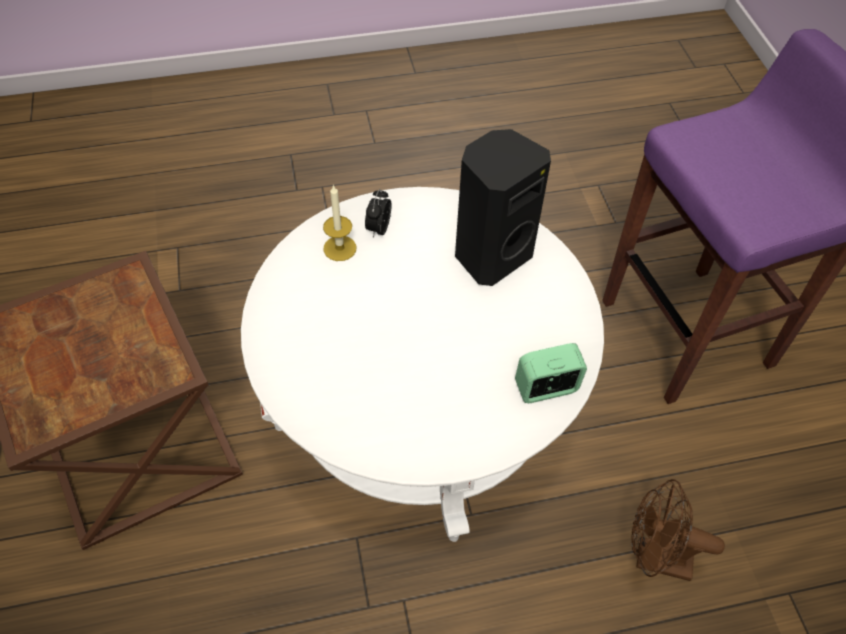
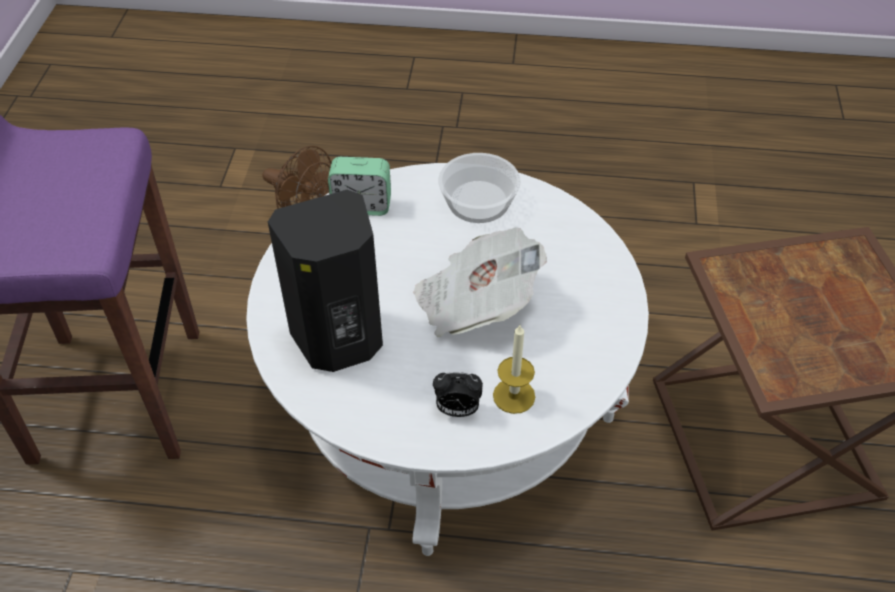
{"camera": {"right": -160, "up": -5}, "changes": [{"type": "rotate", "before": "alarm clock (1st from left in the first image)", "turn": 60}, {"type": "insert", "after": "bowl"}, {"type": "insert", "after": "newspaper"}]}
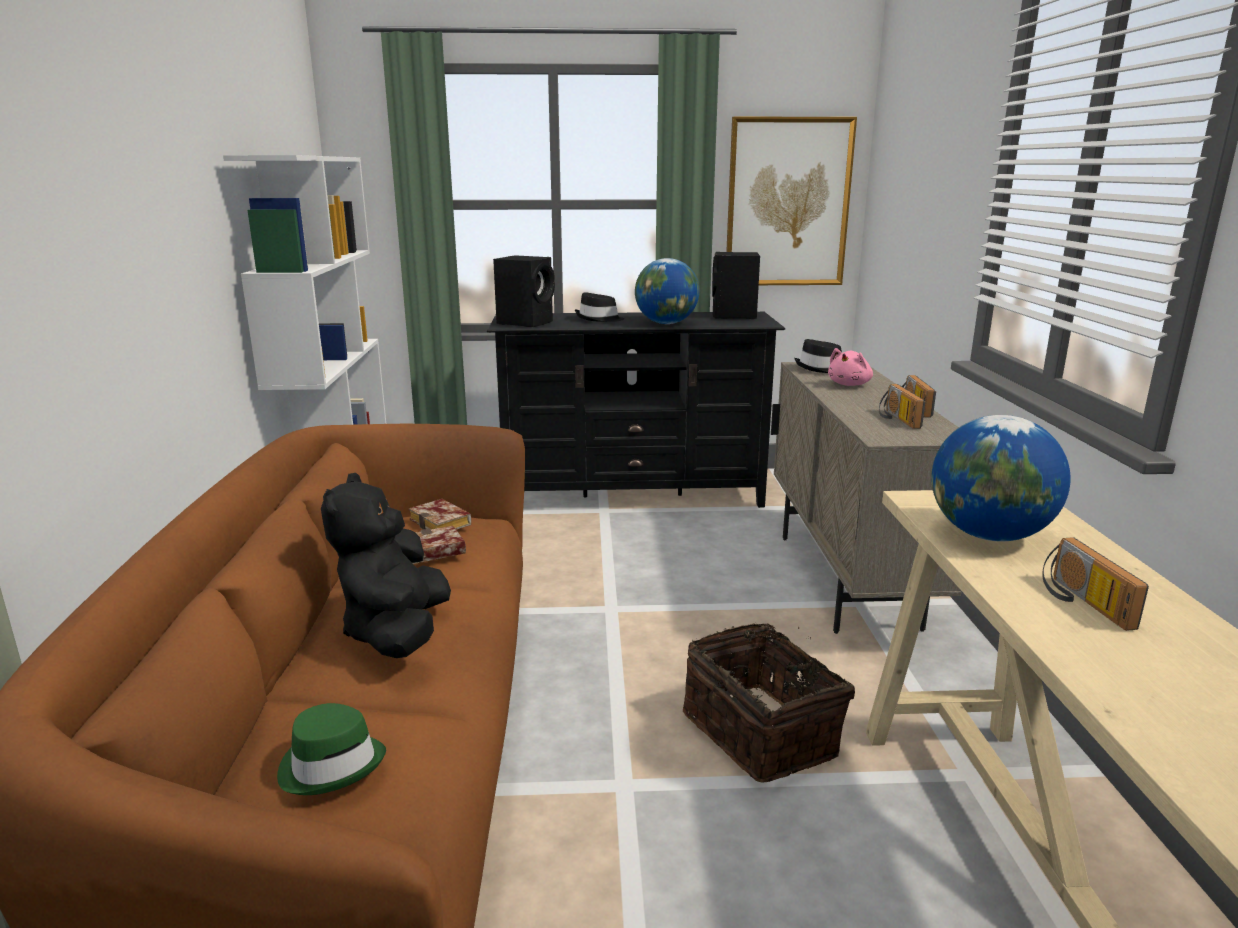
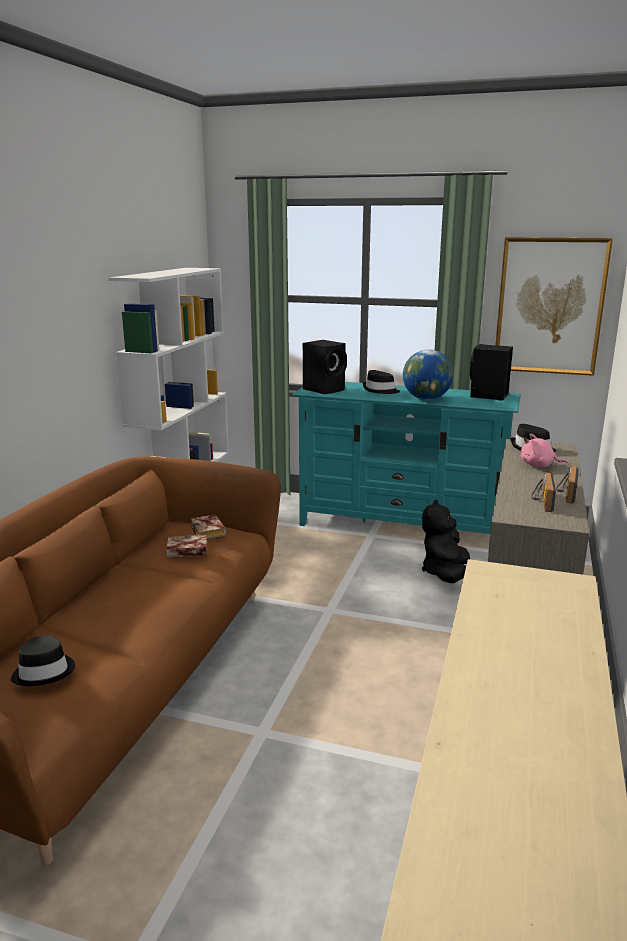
{"camera": {"right": 20, "up": 0}, "changes": [{"type": "recolor", "before": "black tv stand", "after": "turquoise tv stand"}, {"type": "rotate", "before": "pink plush toy", "turn": 45}, {"type": "delete", "before": "globe (2nd from left)"}, {"type": "move", "before": "black plush toy"}, {"type": "delete", "before": "radio (3rd from left)"}, {"type": "delete", "before": "basket"}, {"type": "recolor", "before": "green hat", "after": "black hat (1st from left)"}]}
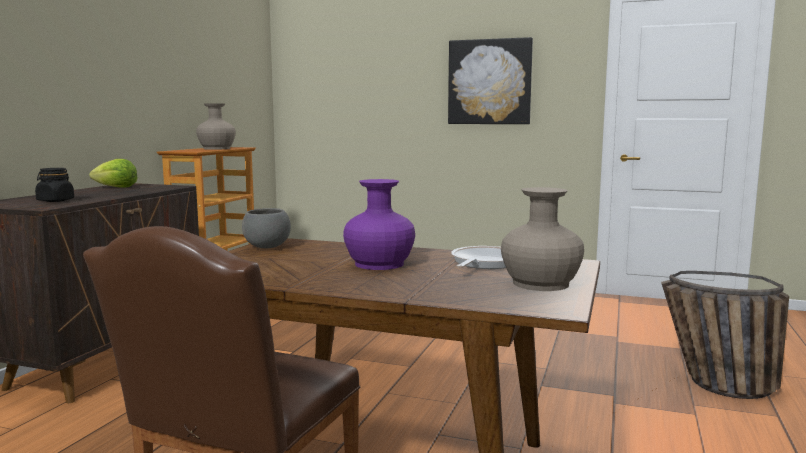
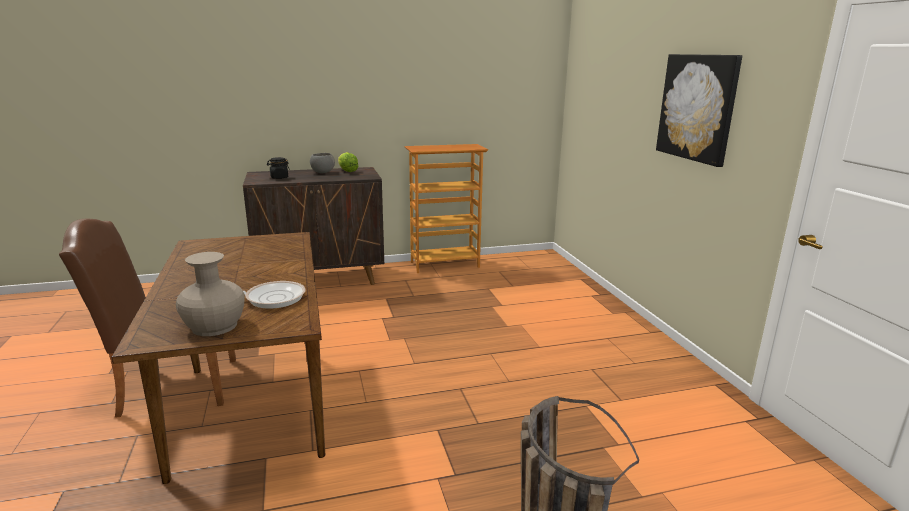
{"camera": {"right": 55, "up": 10}, "changes": [{"type": "delete", "before": "beige vase (1st from left)"}, {"type": "delete", "before": "purple vase"}, {"type": "move", "before": "grey bowl"}]}
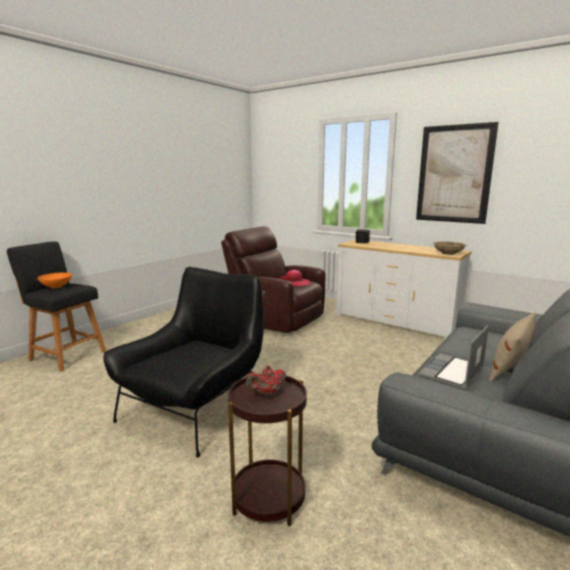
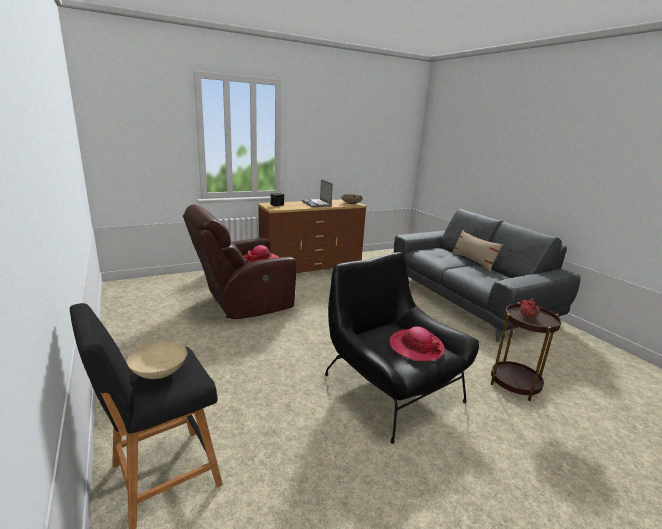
{"camera": {"right": -65, "up": 5}, "changes": [{"type": "delete", "before": "picture"}, {"type": "recolor", "before": "white dresser", "after": "brown dresser"}, {"type": "recolor", "before": "orange bowl", "after": "beige bowl (1st from left)"}, {"type": "move", "before": "laptop"}, {"type": "insert", "after": "hat (2nd from left)"}]}
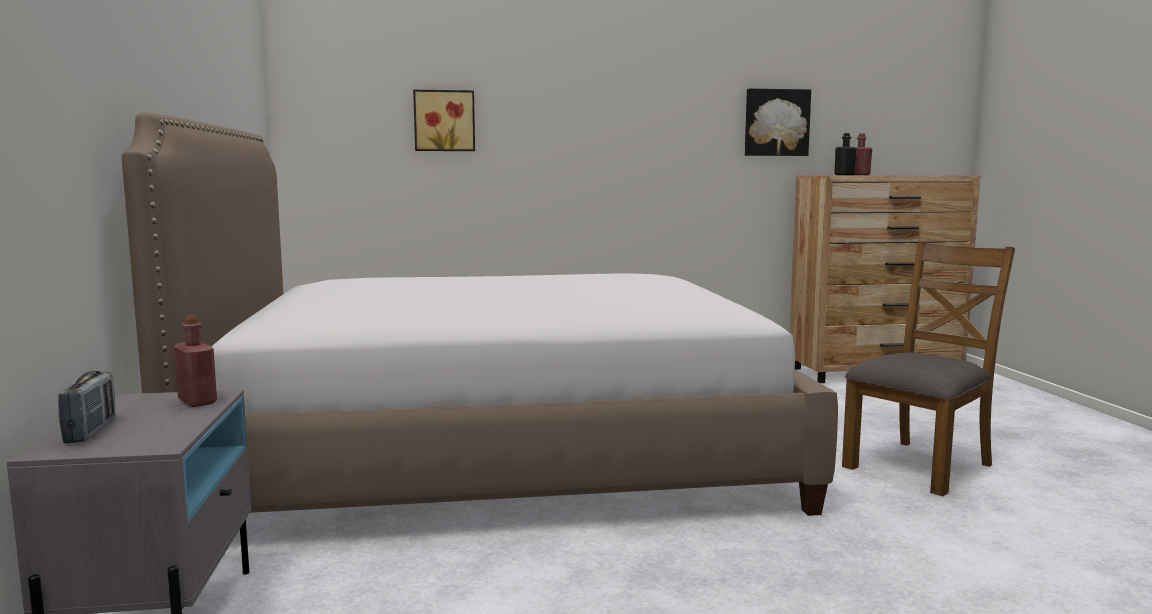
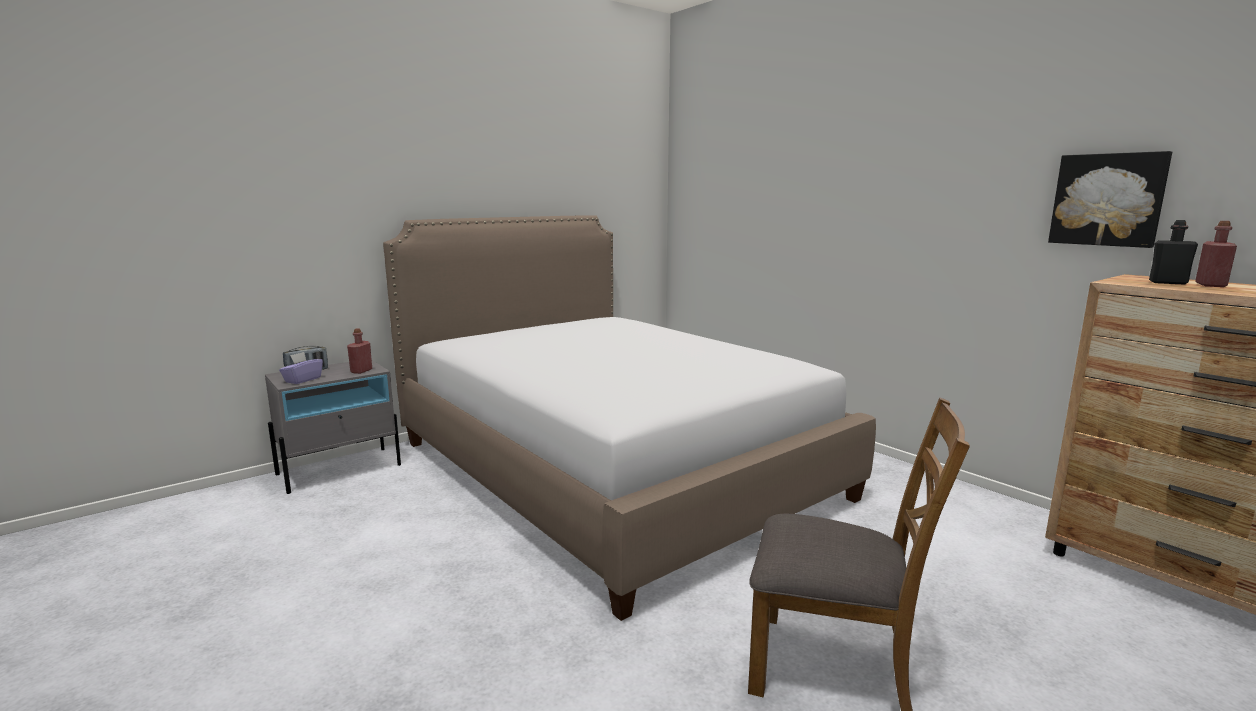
{"camera": {"right": 60, "up": 5}, "changes": [{"type": "delete", "before": "picture (1st from left)"}, {"type": "insert", "after": "purple tissue box"}]}
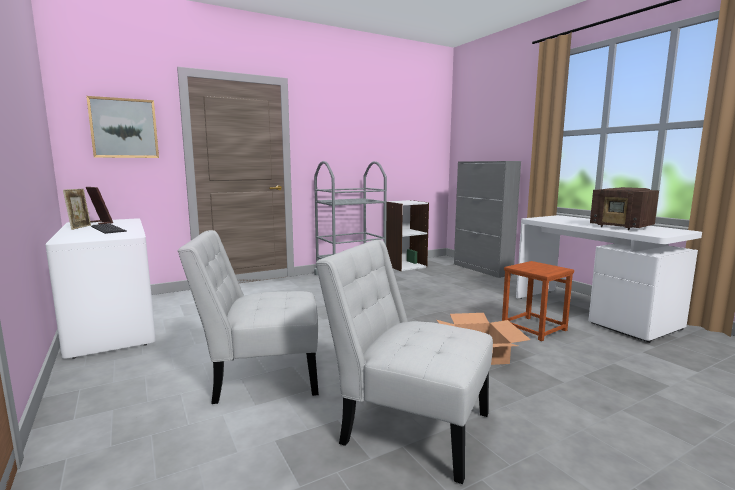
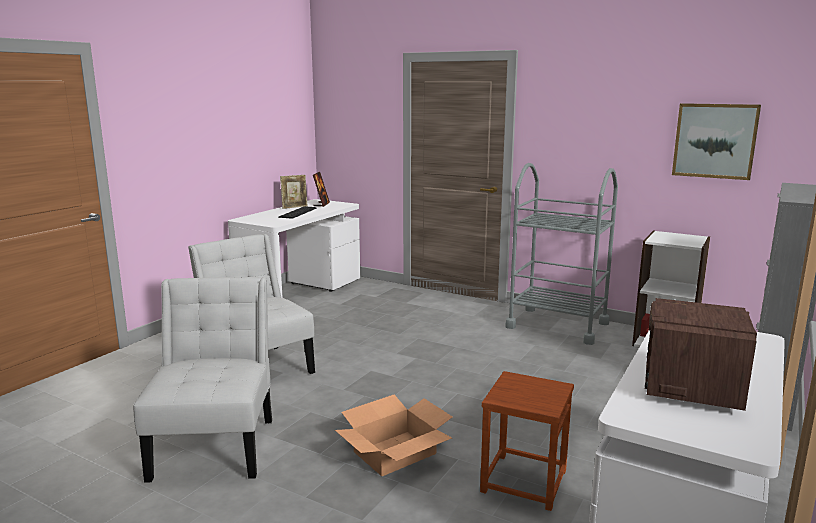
{"camera": {"right": 60, "up": 5}, "changes": [{"type": "move", "before": "picture"}]}
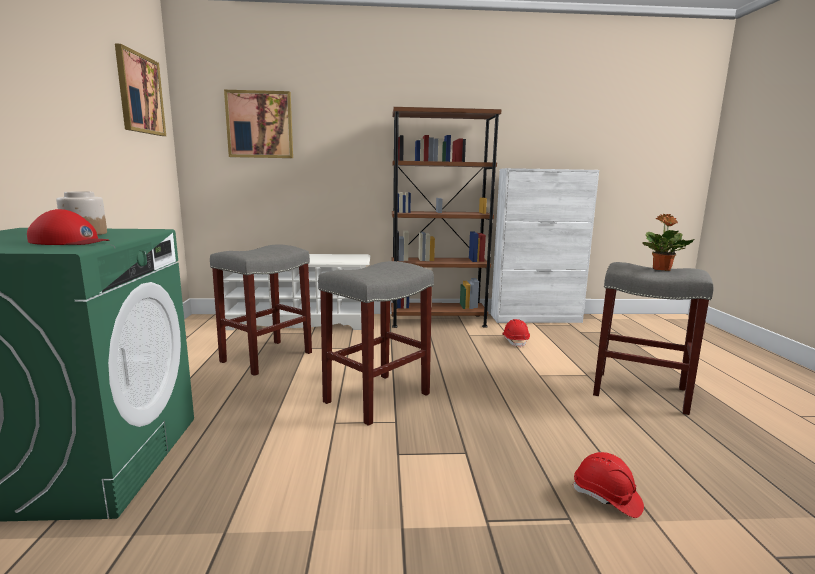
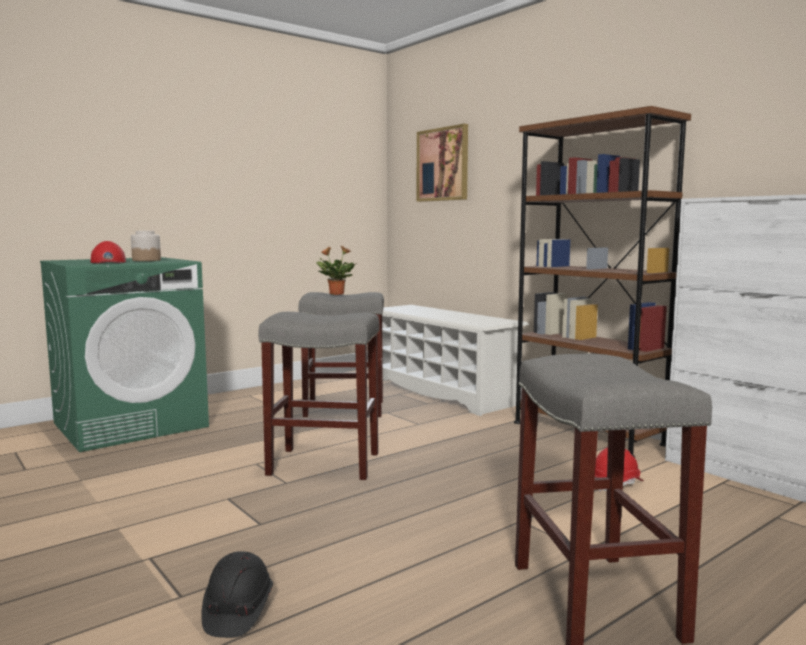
{"camera": {"right": 55, "up": -5}, "changes": [{"type": "delete", "before": "picture (1st from left)"}, {"type": "move", "before": "potted plant"}, {"type": "recolor", "before": "red hard hat (2nd from left)", "after": "black hard hat"}]}
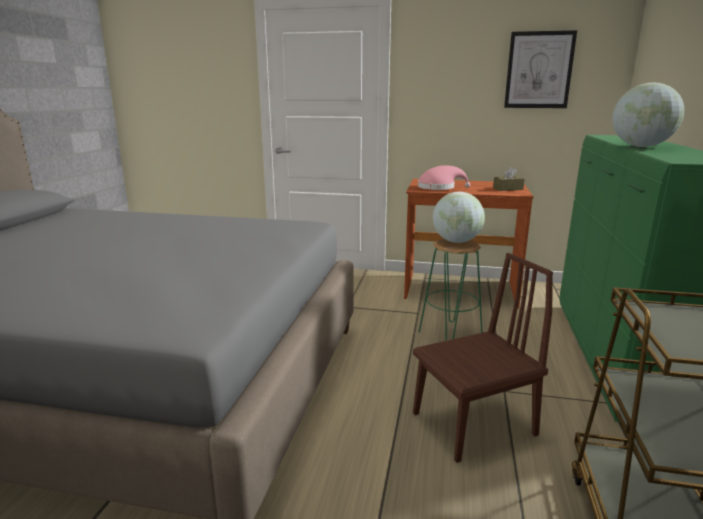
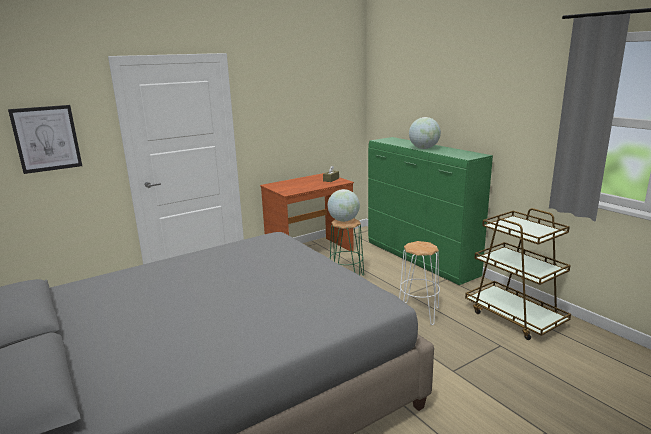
{"camera": {"right": -45, "up": 0}, "changes": [{"type": "move", "before": "picture"}, {"type": "delete", "before": "pink hat"}, {"type": "replace", "before": "brown chair", "after": "white stool"}]}
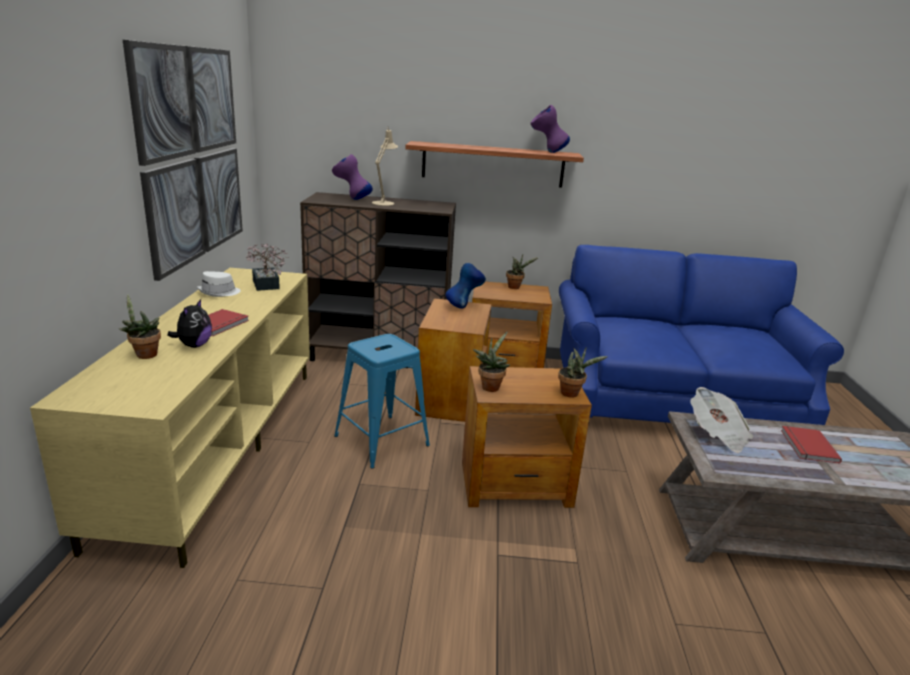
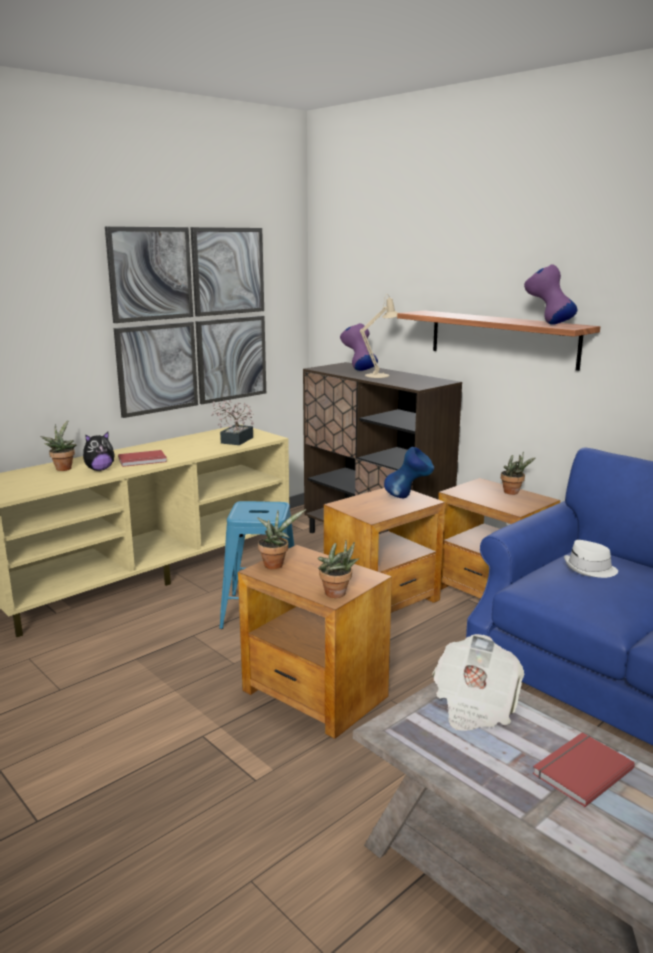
{"camera": {"right": 45, "up": -5}, "changes": [{"type": "move", "before": "white hat"}]}
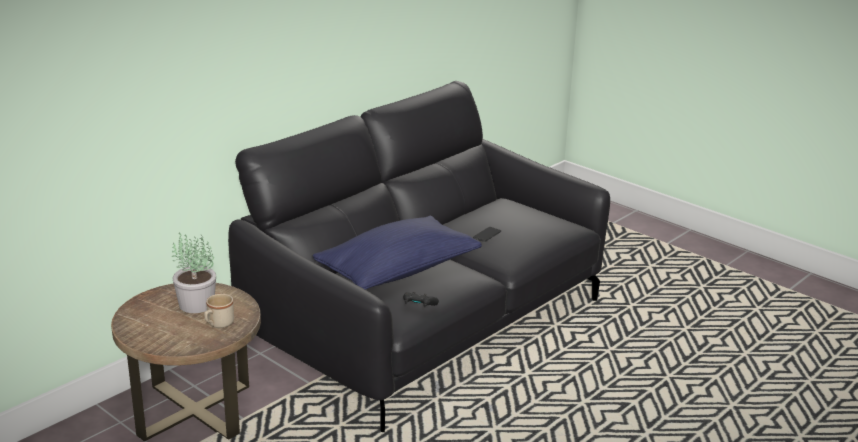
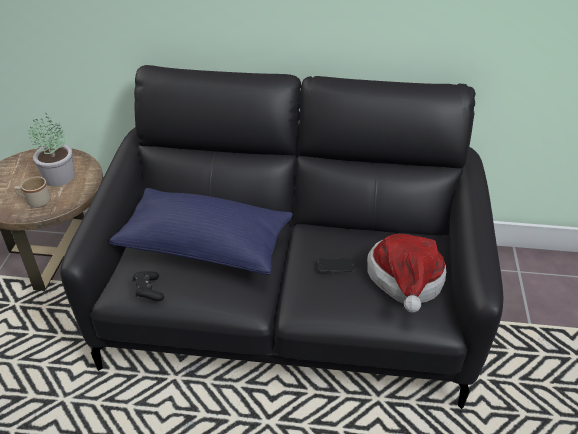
{"camera": {"right": 55, "up": 15}, "changes": [{"type": "insert", "after": "hat"}]}
